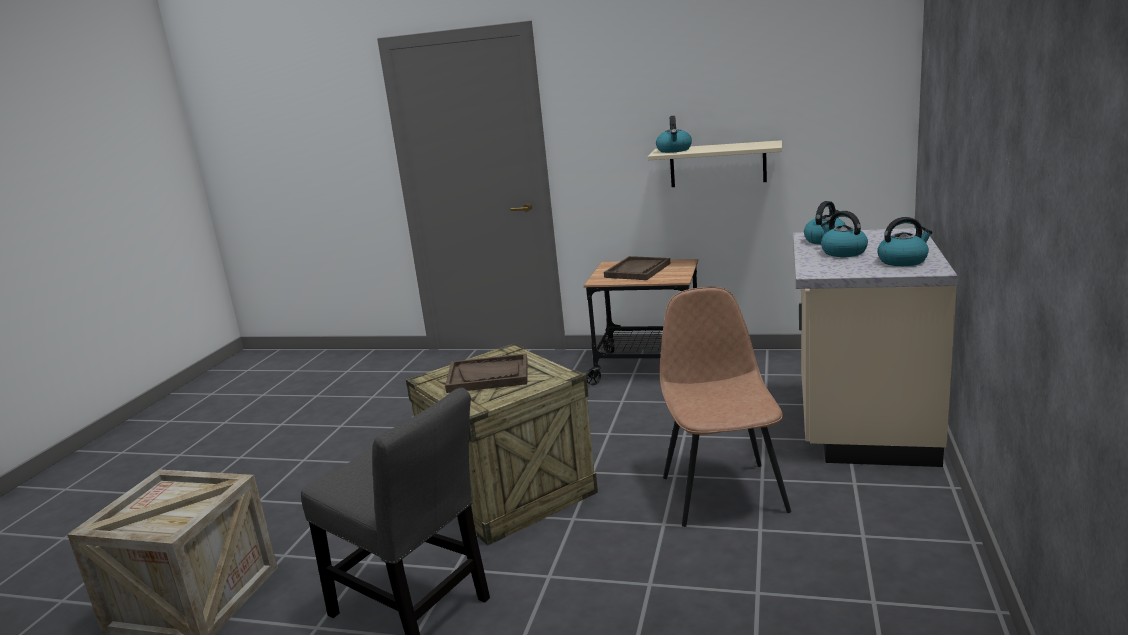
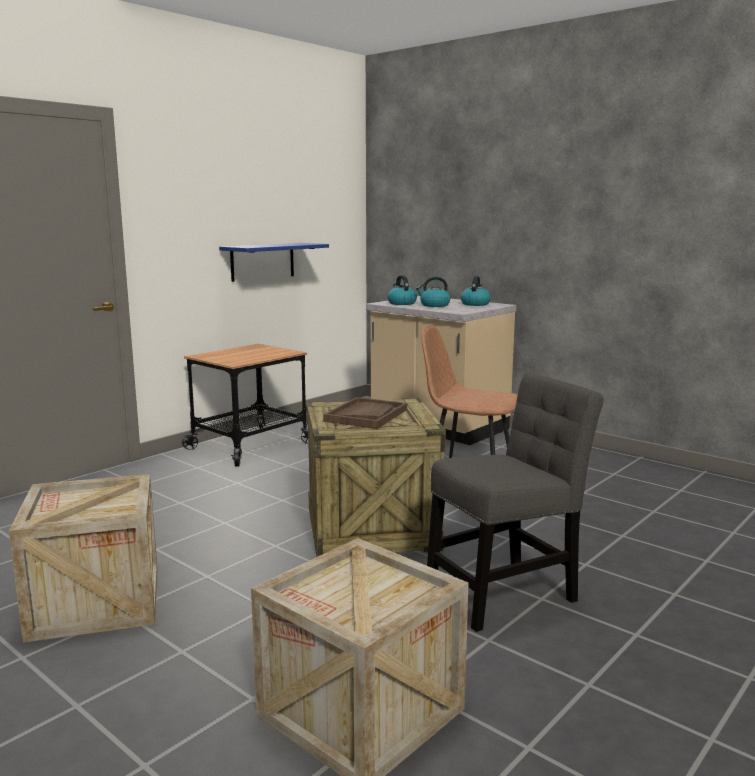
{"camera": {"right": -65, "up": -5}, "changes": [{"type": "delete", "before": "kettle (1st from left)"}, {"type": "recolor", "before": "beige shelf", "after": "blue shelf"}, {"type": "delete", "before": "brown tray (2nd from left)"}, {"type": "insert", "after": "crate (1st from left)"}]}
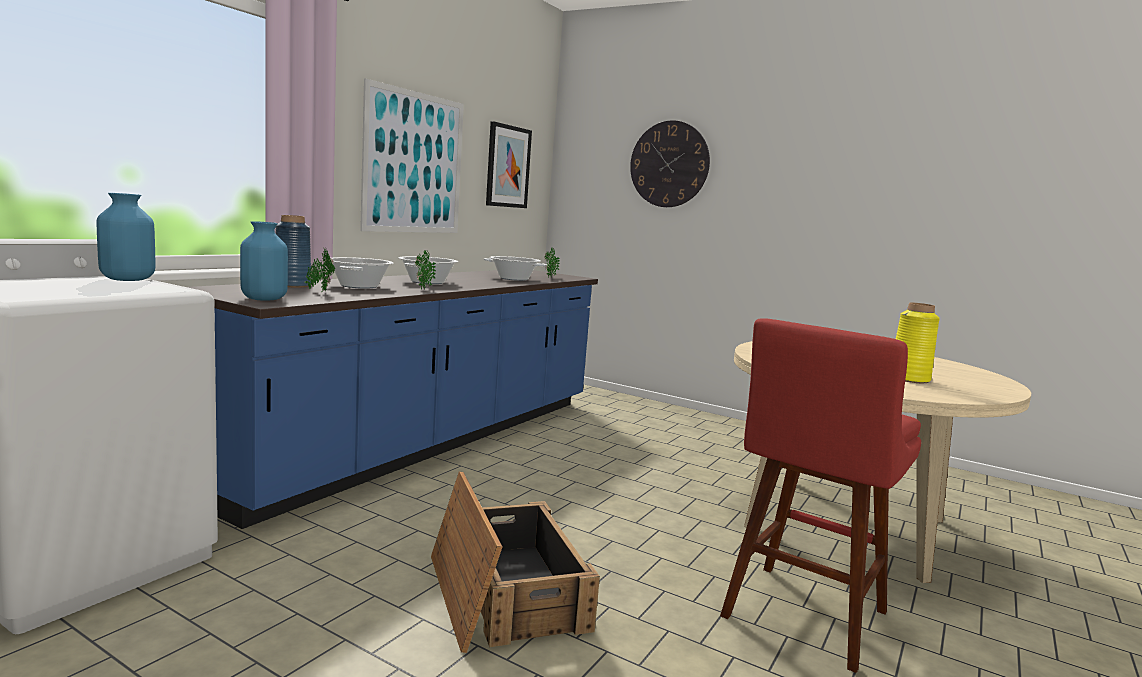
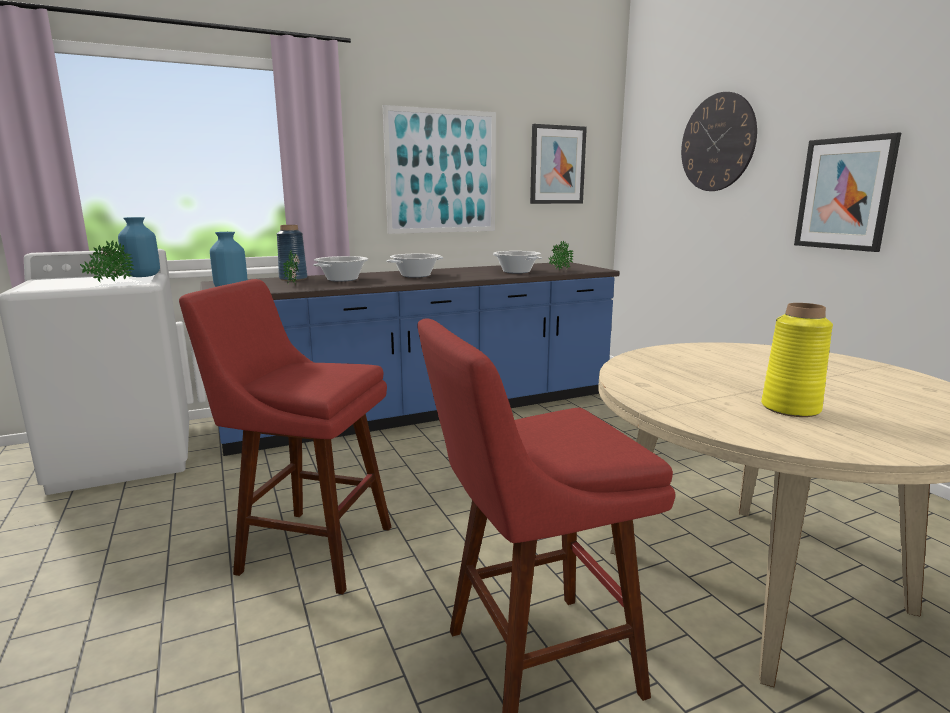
{"camera": {"right": 35, "up": 5}, "changes": [{"type": "move", "before": "potted plant (2nd from left in the first image)", "after": "potted plant (1st from left)"}, {"type": "replace", "before": "crate", "after": "red stool (1st from left)"}, {"type": "insert", "after": "picture (3rd from left)"}]}
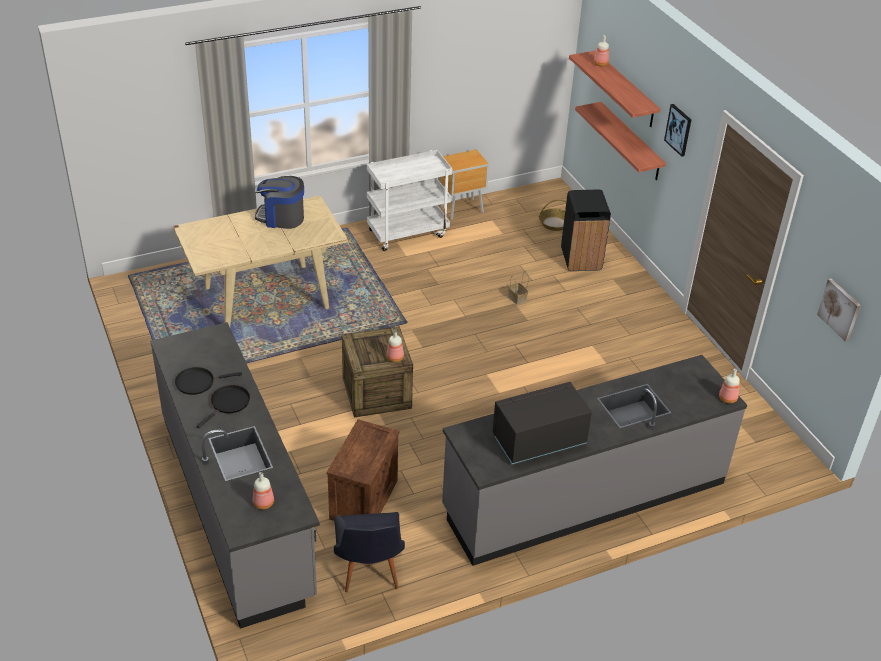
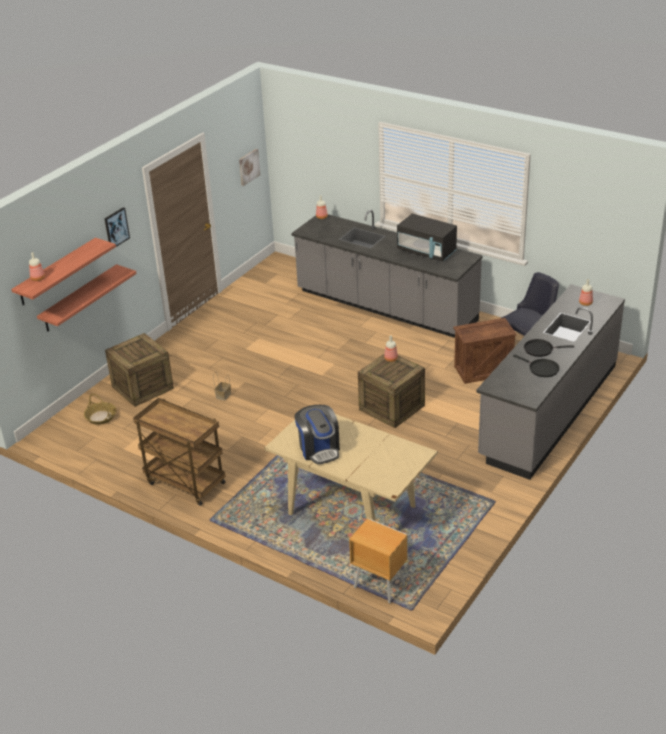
{"camera": {"right": -120, "up": -5}, "changes": [{"type": "move", "before": "brown nightstand"}, {"type": "recolor", "before": "white cart", "after": "brown cart"}, {"type": "replace", "before": "black trash can", "after": "crate (1st from left)"}]}
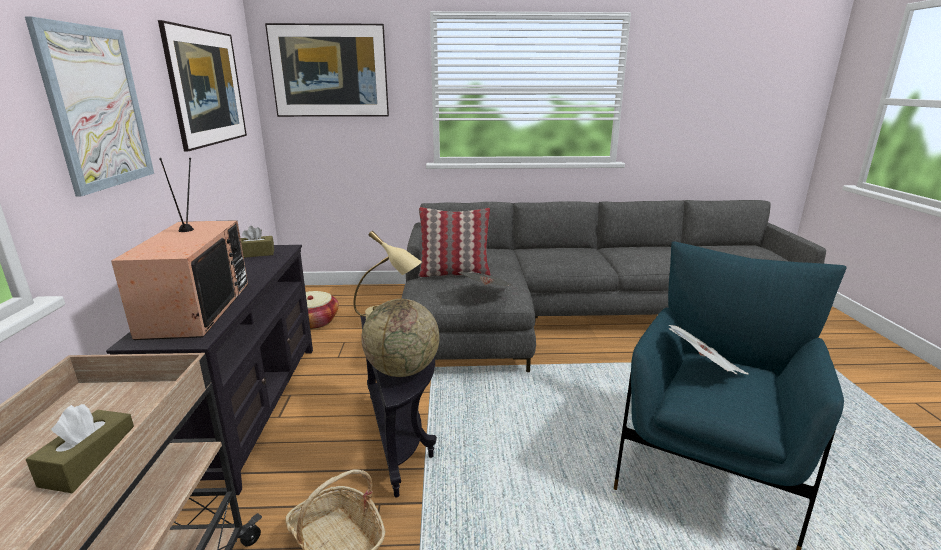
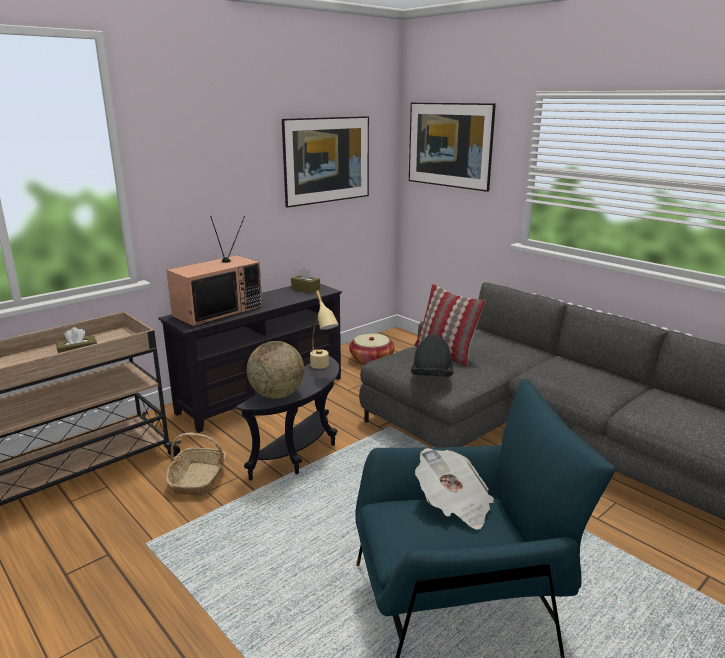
{"camera": {"right": 50, "up": 0}, "changes": [{"type": "delete", "before": "picture (1st from left)"}, {"type": "replace", "before": "newspaper (1st from left)", "after": "black hat"}]}
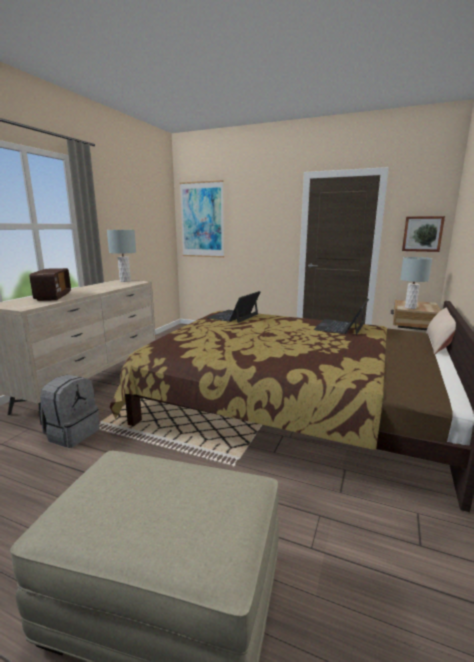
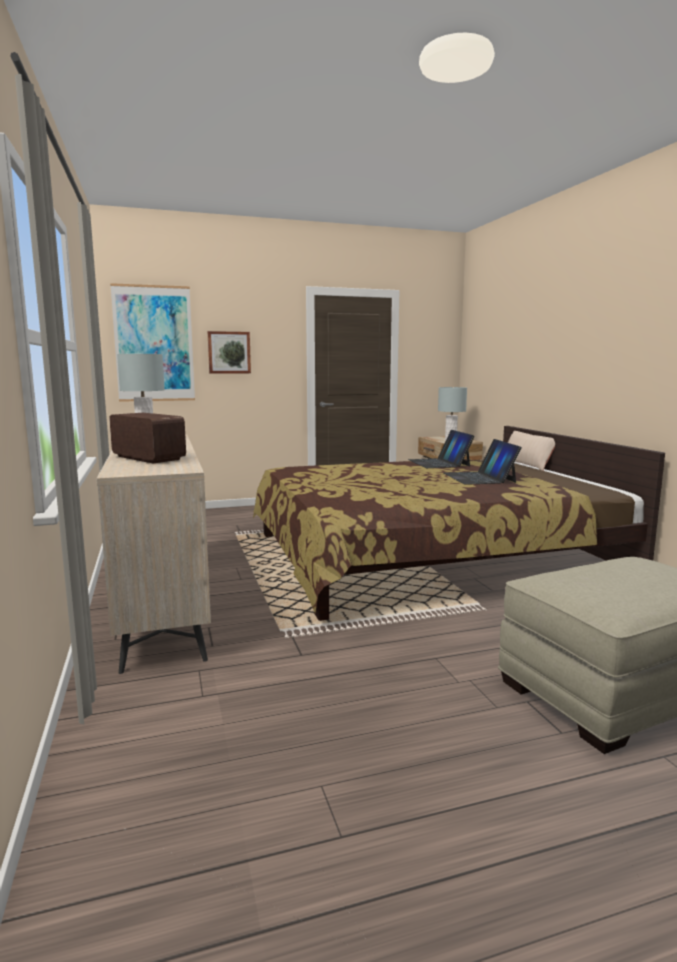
{"camera": {"right": -40, "up": -5}, "changes": [{"type": "move", "before": "picture (2nd from left)"}, {"type": "move", "before": "laptop (1st from left in the first image)", "after": "laptop (2nd from left)"}, {"type": "delete", "before": "grey backpack"}]}
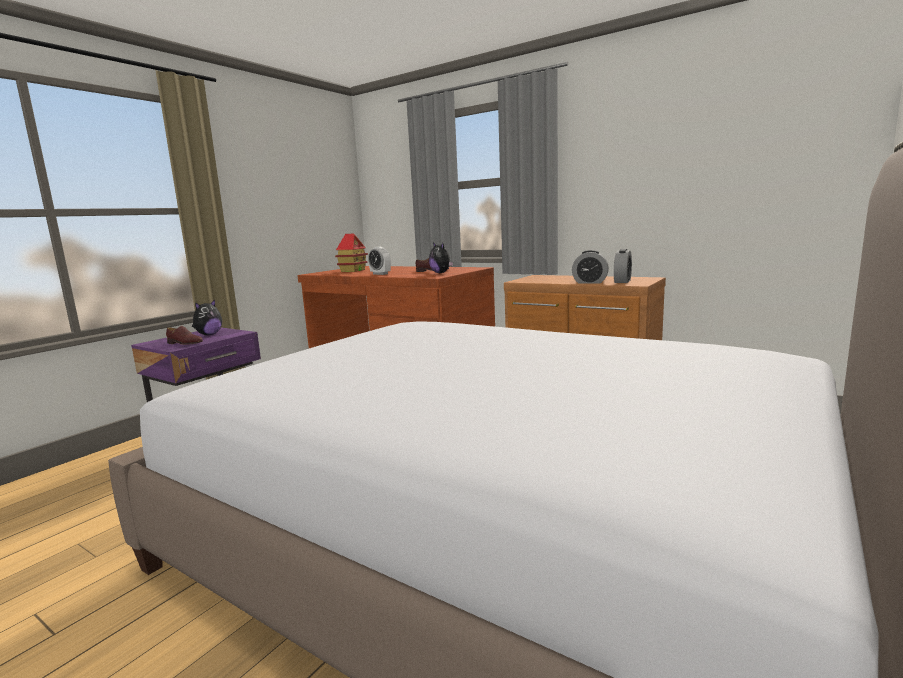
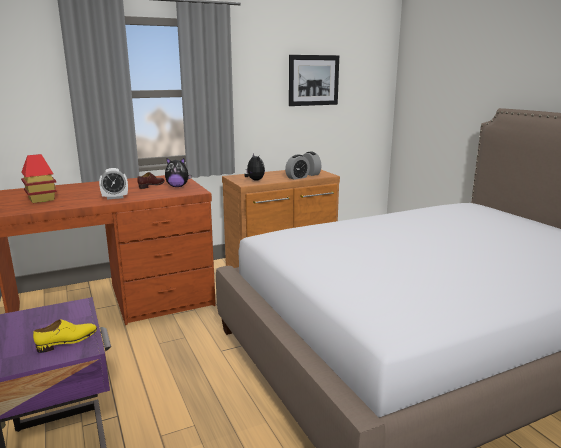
{"camera": {"right": -60, "up": 5}, "changes": [{"type": "move", "before": "plush toy (1st from left in the first image)", "after": "plush toy (2nd from left)"}, {"type": "recolor", "before": "brown shoe (1st from left)", "after": "yellow shoe"}, {"type": "insert", "after": "picture"}]}
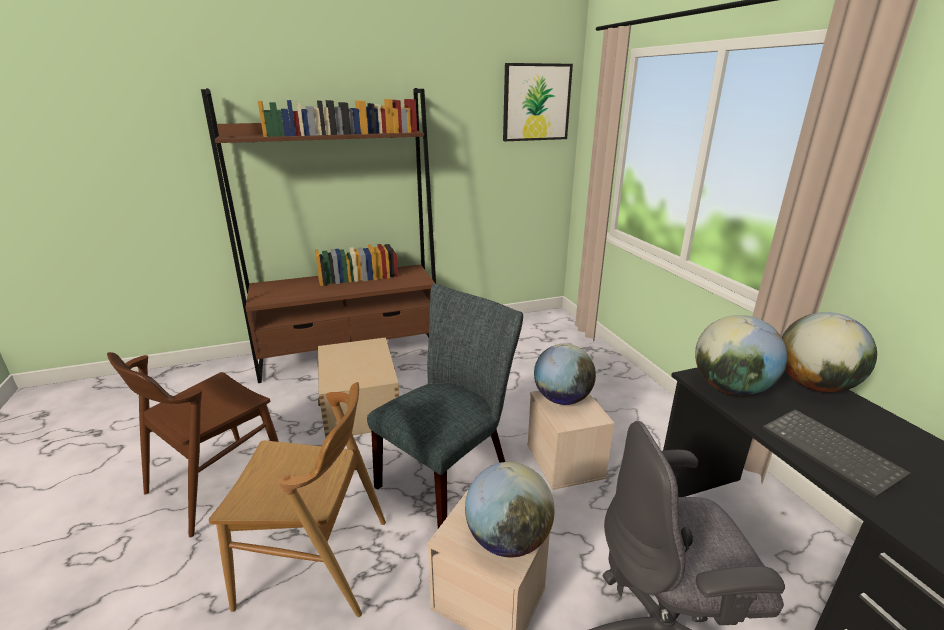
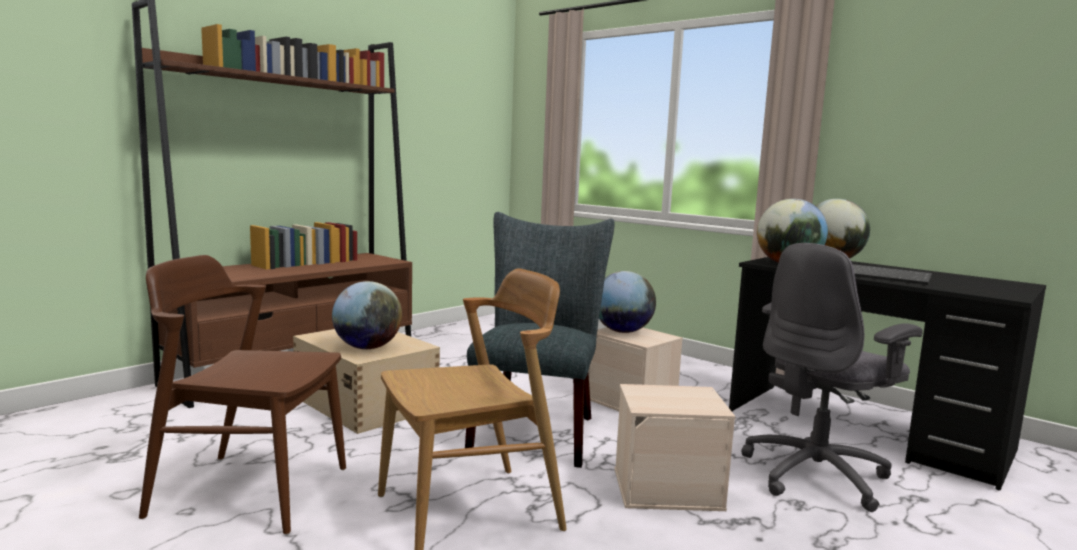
{"camera": {"right": -30, "up": -15}, "changes": [{"type": "delete", "before": "picture"}, {"type": "rotate", "before": "brown chair (1st from left)", "turn": 90}, {"type": "move", "before": "globe (1st from left)"}]}
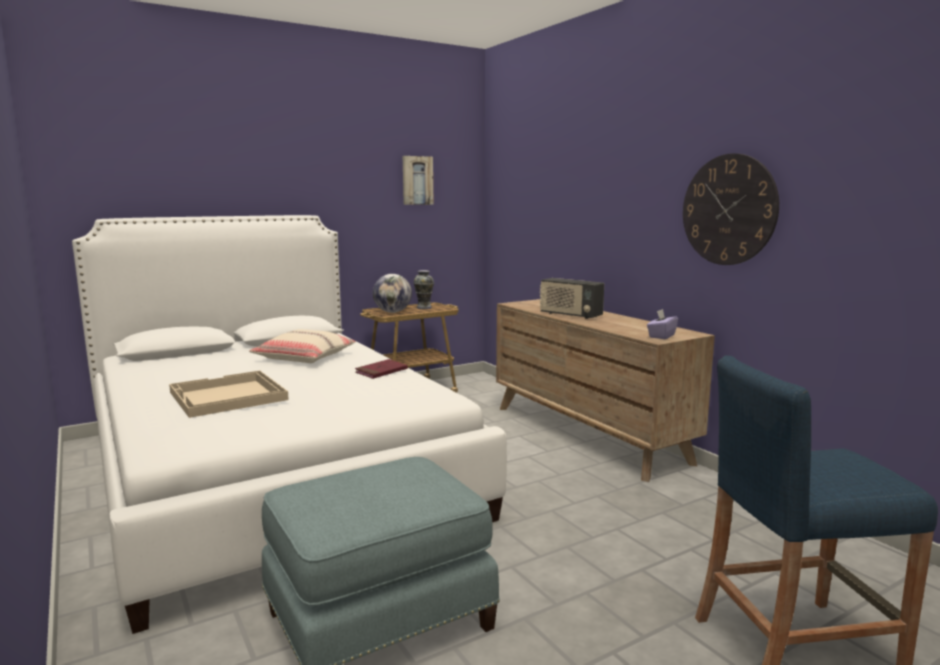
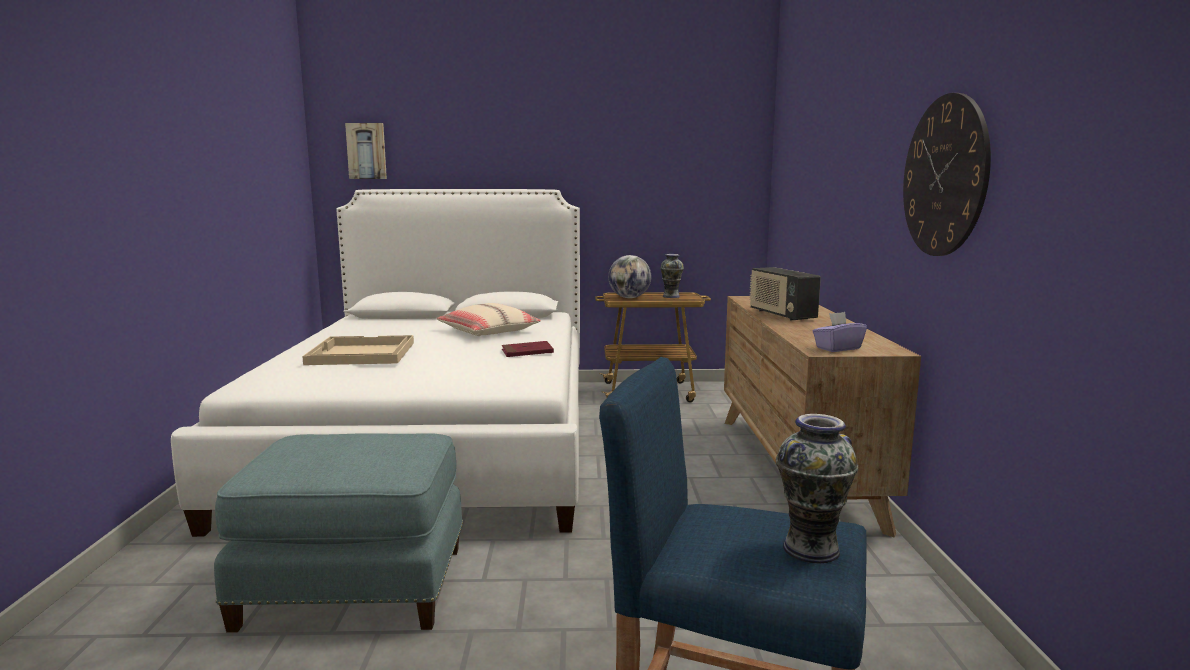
{"camera": {"right": 30, "up": 0}, "changes": [{"type": "move", "before": "picture"}, {"type": "insert", "after": "vase (2nd from left)"}]}
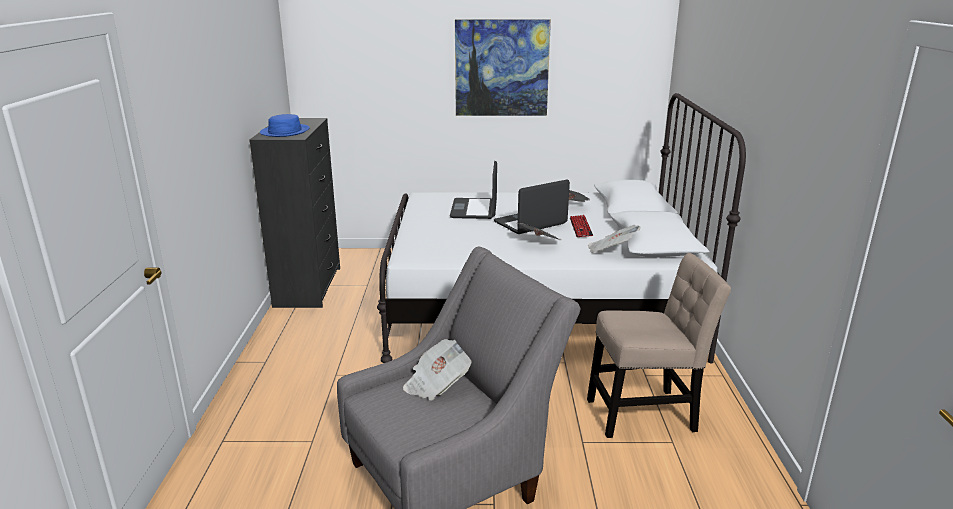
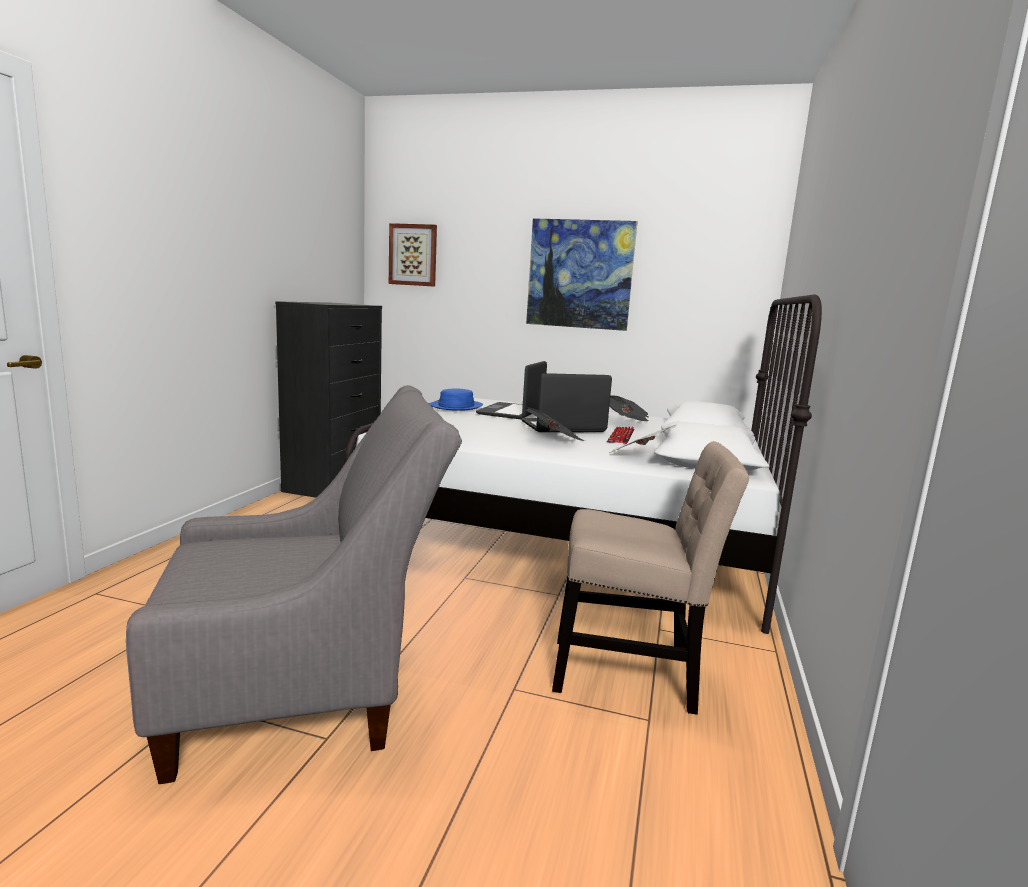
{"camera": {"right": 15, "up": -10}, "changes": [{"type": "move", "before": "blue hat"}, {"type": "delete", "before": "newspaper (1st from left)"}, {"type": "insert", "after": "picture (1st from left)"}]}
